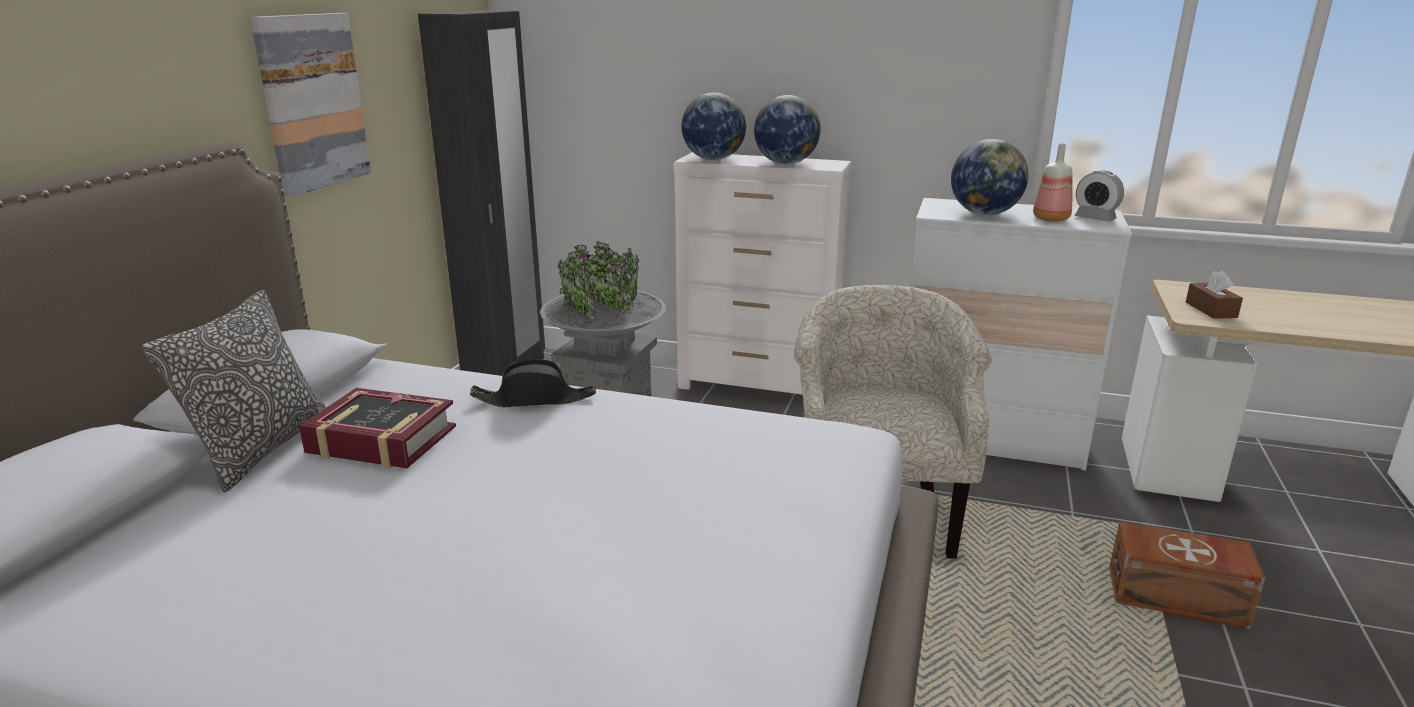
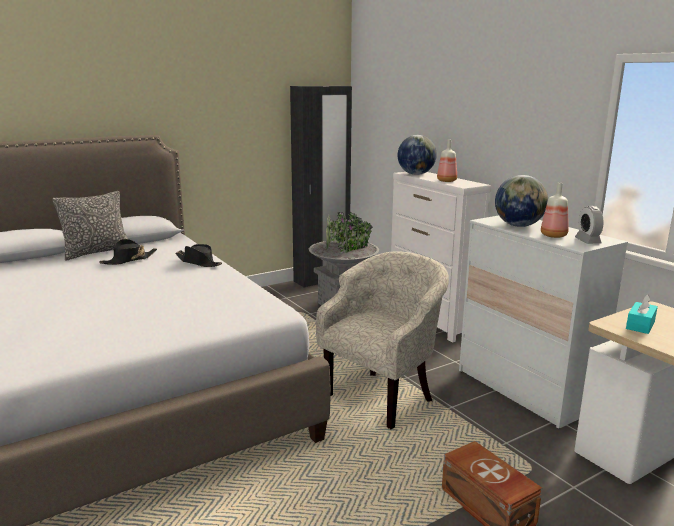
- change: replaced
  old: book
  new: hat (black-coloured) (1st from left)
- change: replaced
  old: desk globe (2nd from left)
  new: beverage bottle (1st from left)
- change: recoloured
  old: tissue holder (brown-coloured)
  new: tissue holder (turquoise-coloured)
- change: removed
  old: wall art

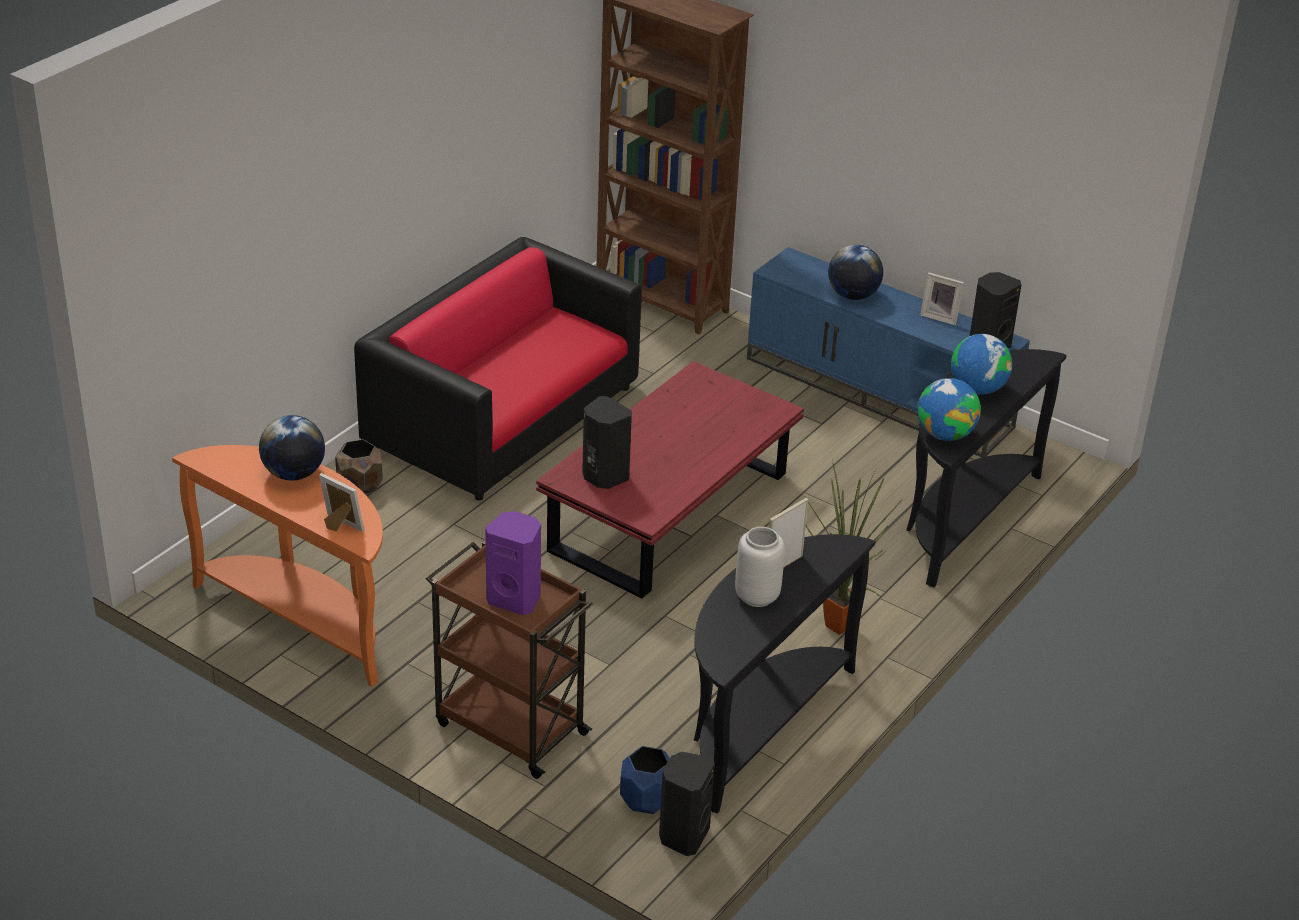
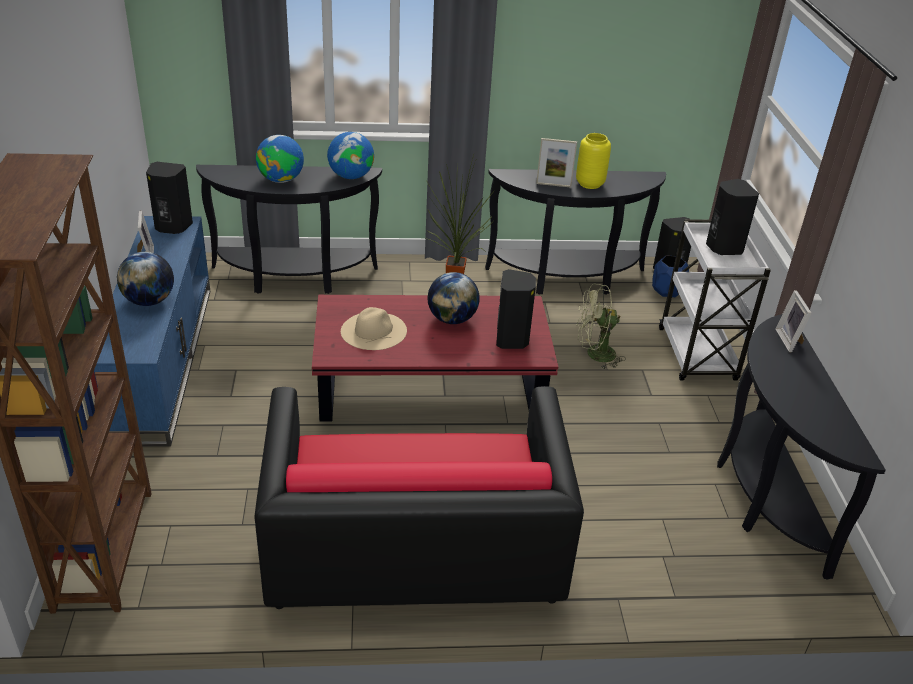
- change: added
  new: hat (beige-coloured)
- change: moved
  old: desk globe (1st from left in the first image)
  new: desk globe (4th from left)
- change: recoloured
  old: flower vase (gray)
  new: flower vase (yellow-coloured)
- change: added
  new: fan (greenish)
- change: recoloured
  old: cart (brown-coloured)
  new: cart (white)
- change: recoloured
  old: audio speaker (purplish)
  new: audio speaker (black-coloured) (4th from left)
- change: recoloured
  old: console table (orange)
  new: console table (black-coloured) (3rd from left)
- change: removed
  old: flower pot (brown-coloured)

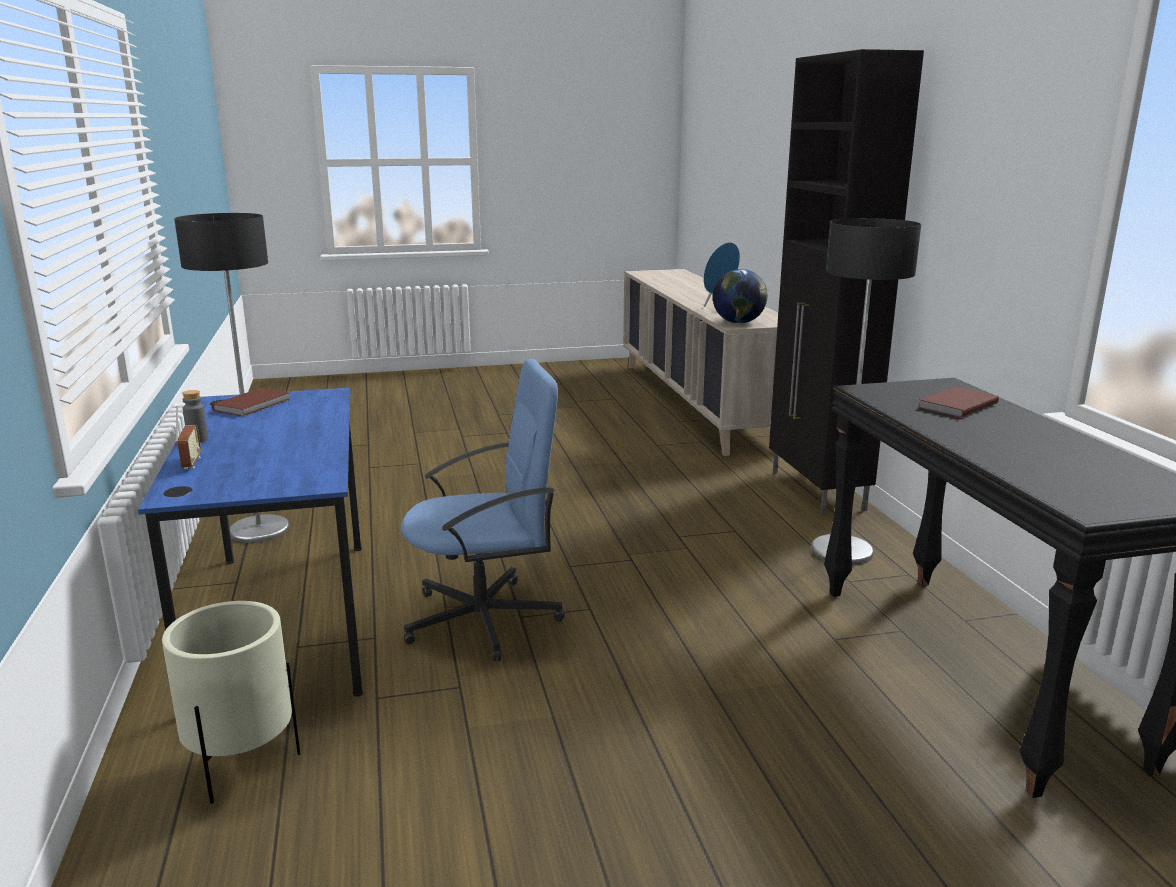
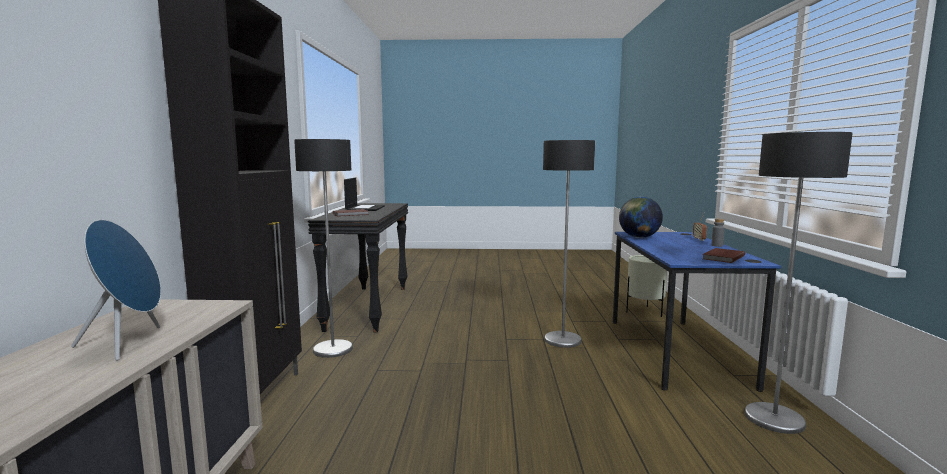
- change: added
  new: notebook computer
- change: replaced
  old: desk chair (blue-coloured)
  new: standard lamp (2nd from left)
- change: moved
  old: desk globe

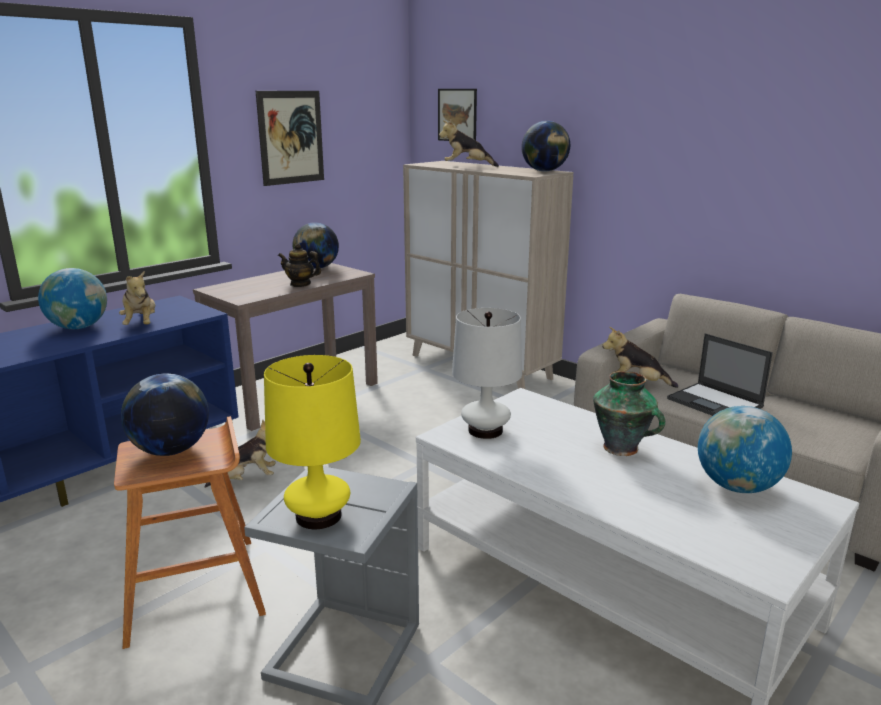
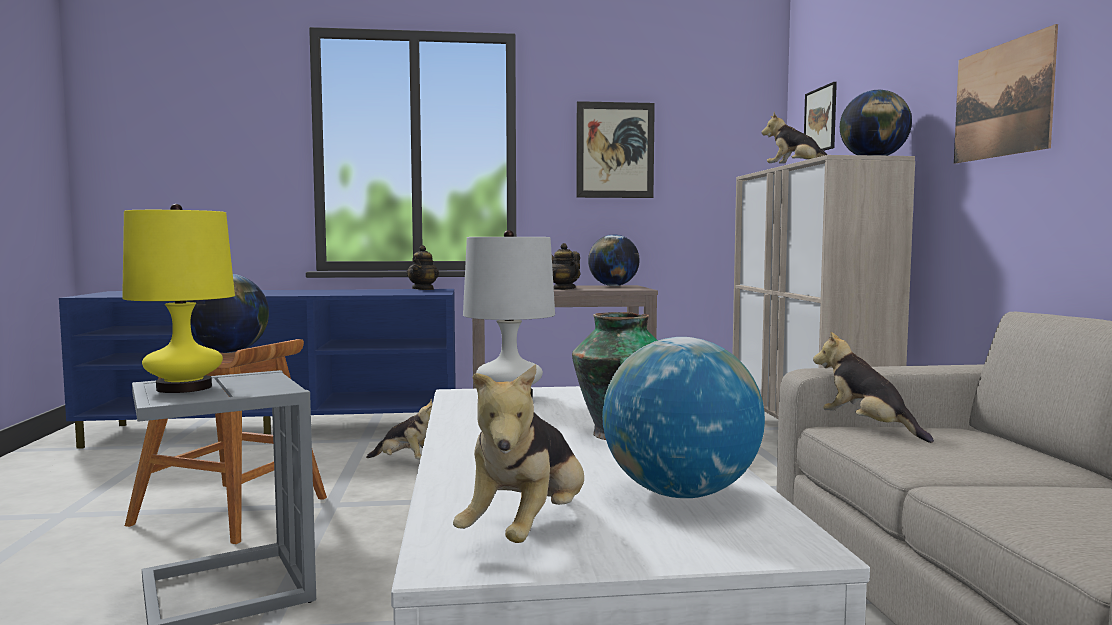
- change: added
  new: pot for tea (1st from left)
- change: moved
  old: plush toy (1st from left in the first image)
  new: plush toy (2nd from left)
- change: added
  new: wall art (3rd from left)
- change: removed
  old: desk globe (1st from left)
- change: removed
  old: notebook computer

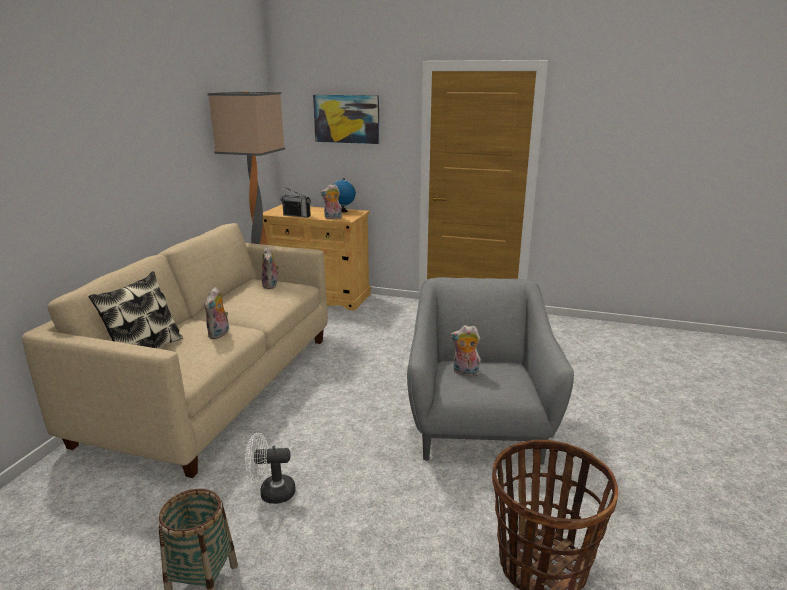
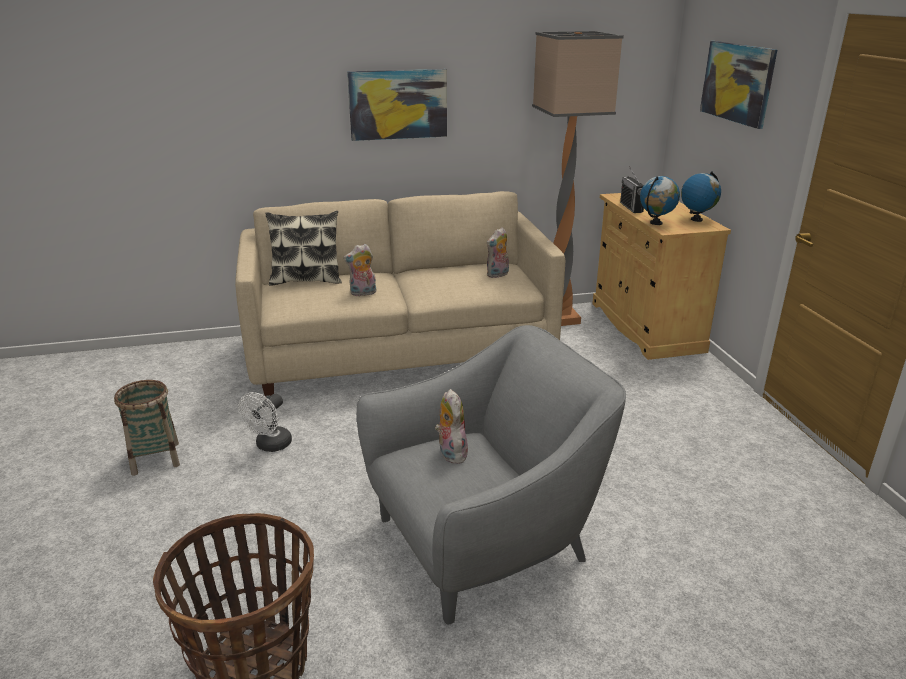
- change: turned
  old: fan (white)
  degrees: -120
- change: added
  new: wall art (1st from left)
- change: replaced
  old: plush toy (3rd from left)
  new: desk globe (1st from left)

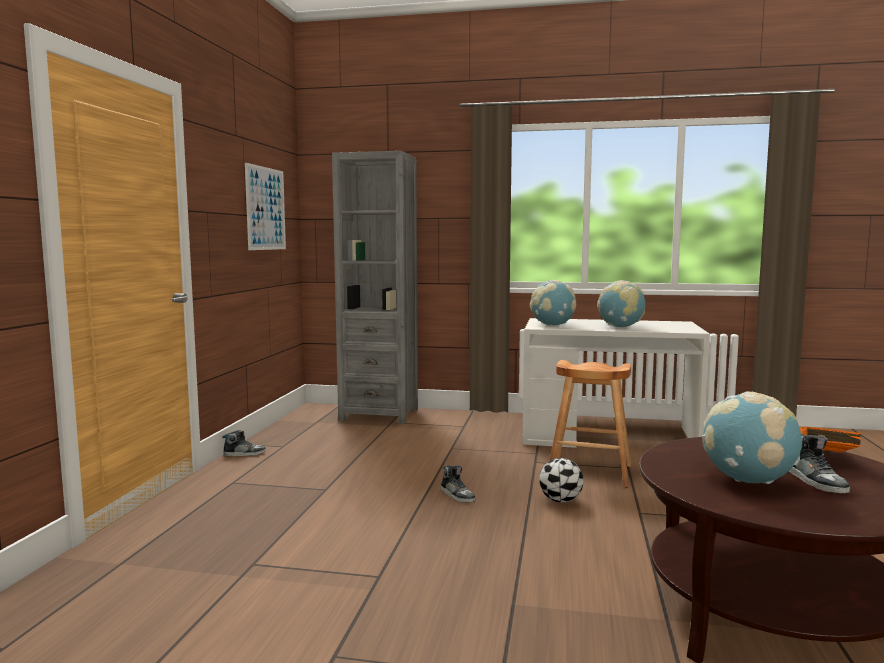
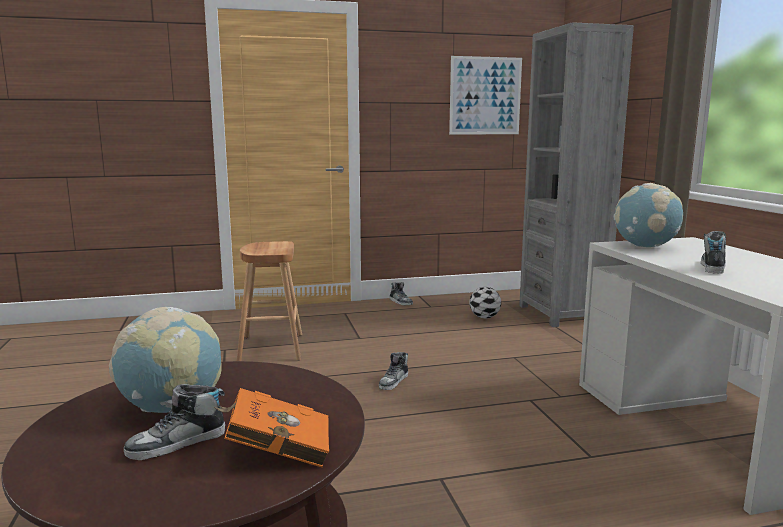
- change: moved
  old: stool (brown-coloured)
- change: moved
  old: ball for football
- change: replaced
  old: desk globe (2nd from left)
  new: item of footwear (4th from left)

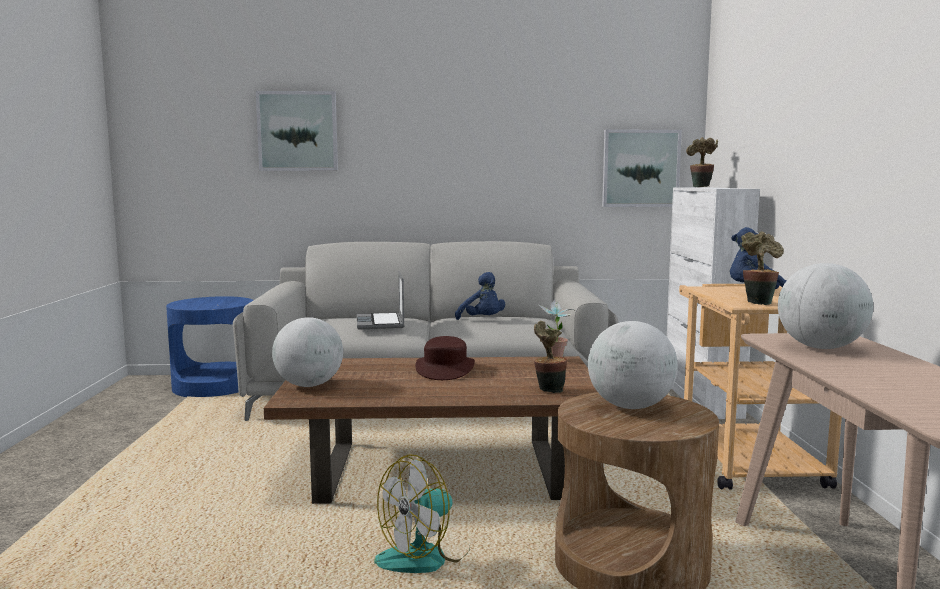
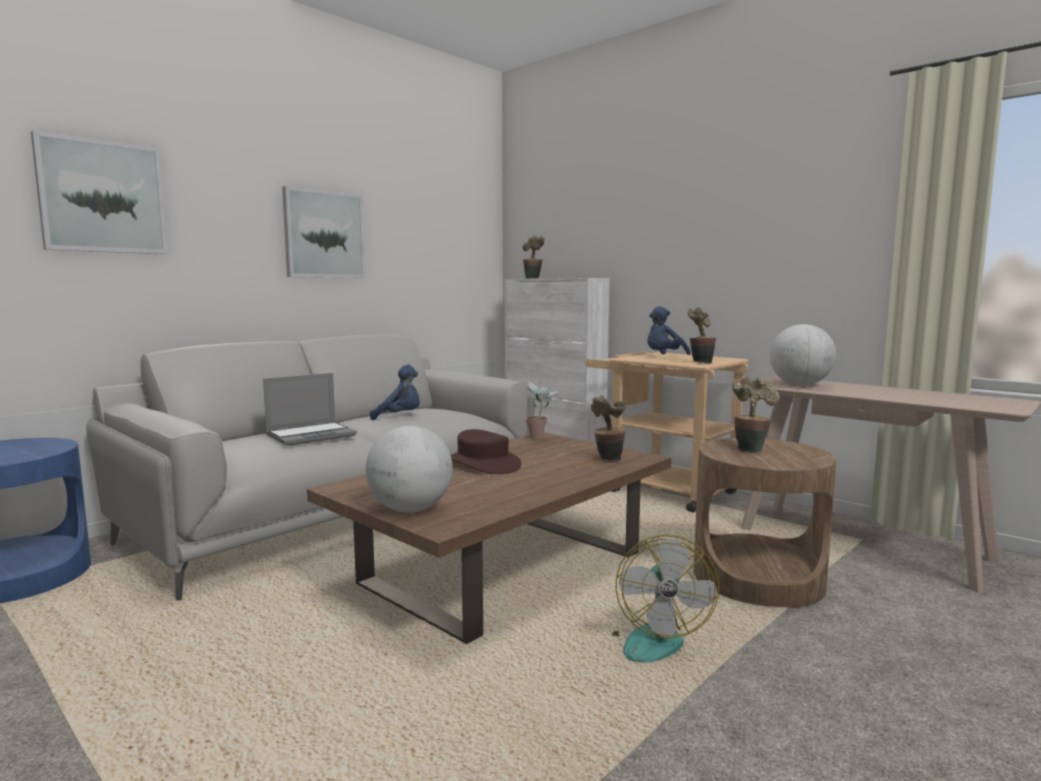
- change: turned
  old: notebook computer
  degrees: -75
- change: moved
  old: wall art (2nd from left)
- change: replaced
  old: desk globe (2nd from left)
  new: potted plant (5th from left)

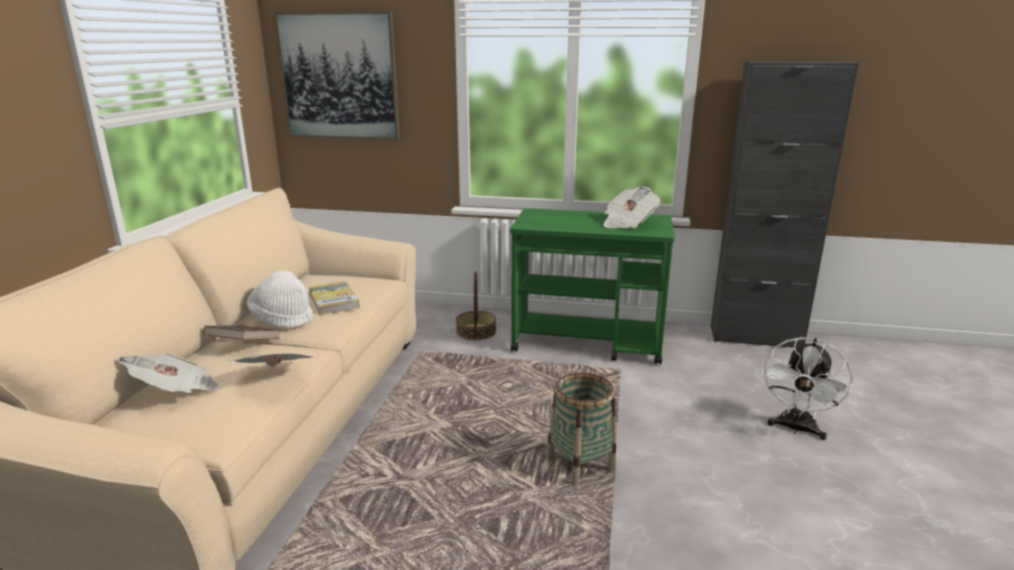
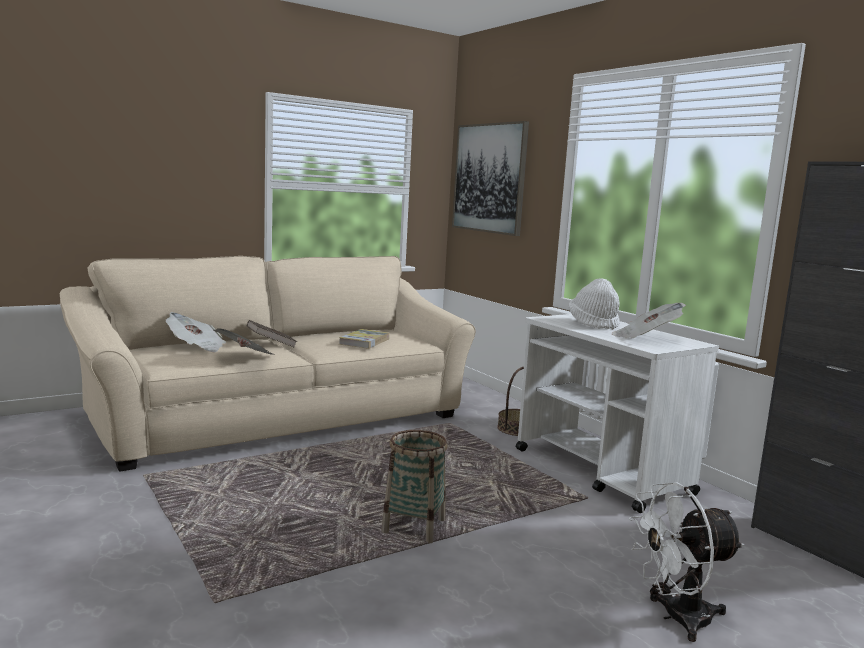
- change: recoloured
  old: cart (greenish)
  new: cart (white)
- change: moved
  old: hat (white)

